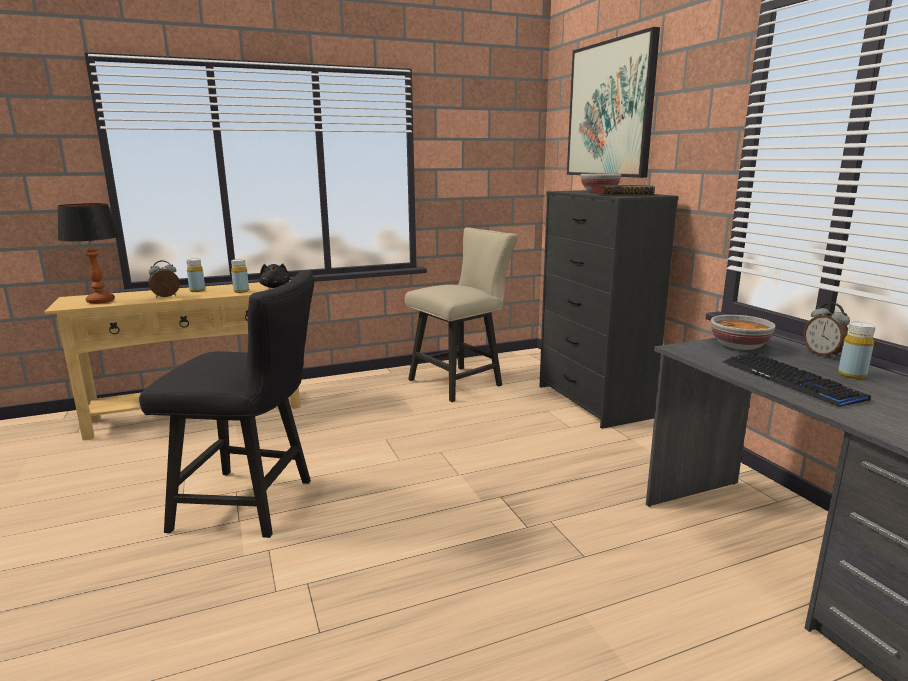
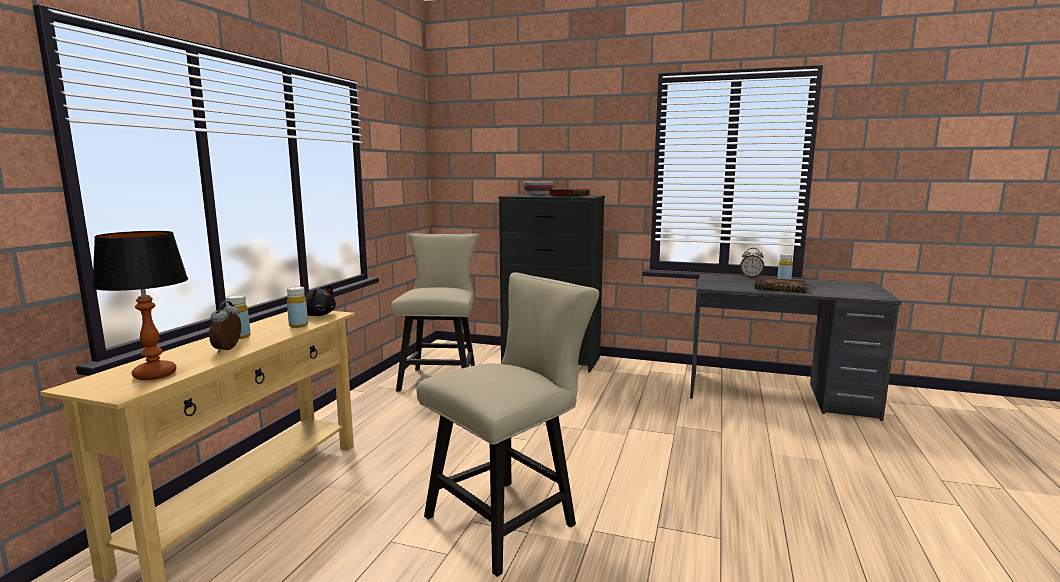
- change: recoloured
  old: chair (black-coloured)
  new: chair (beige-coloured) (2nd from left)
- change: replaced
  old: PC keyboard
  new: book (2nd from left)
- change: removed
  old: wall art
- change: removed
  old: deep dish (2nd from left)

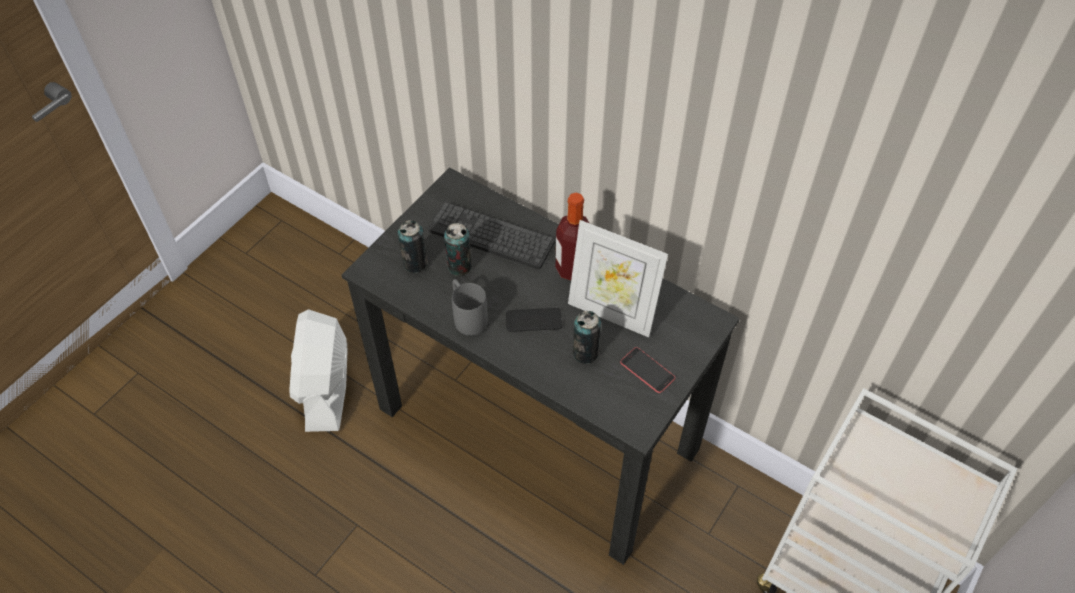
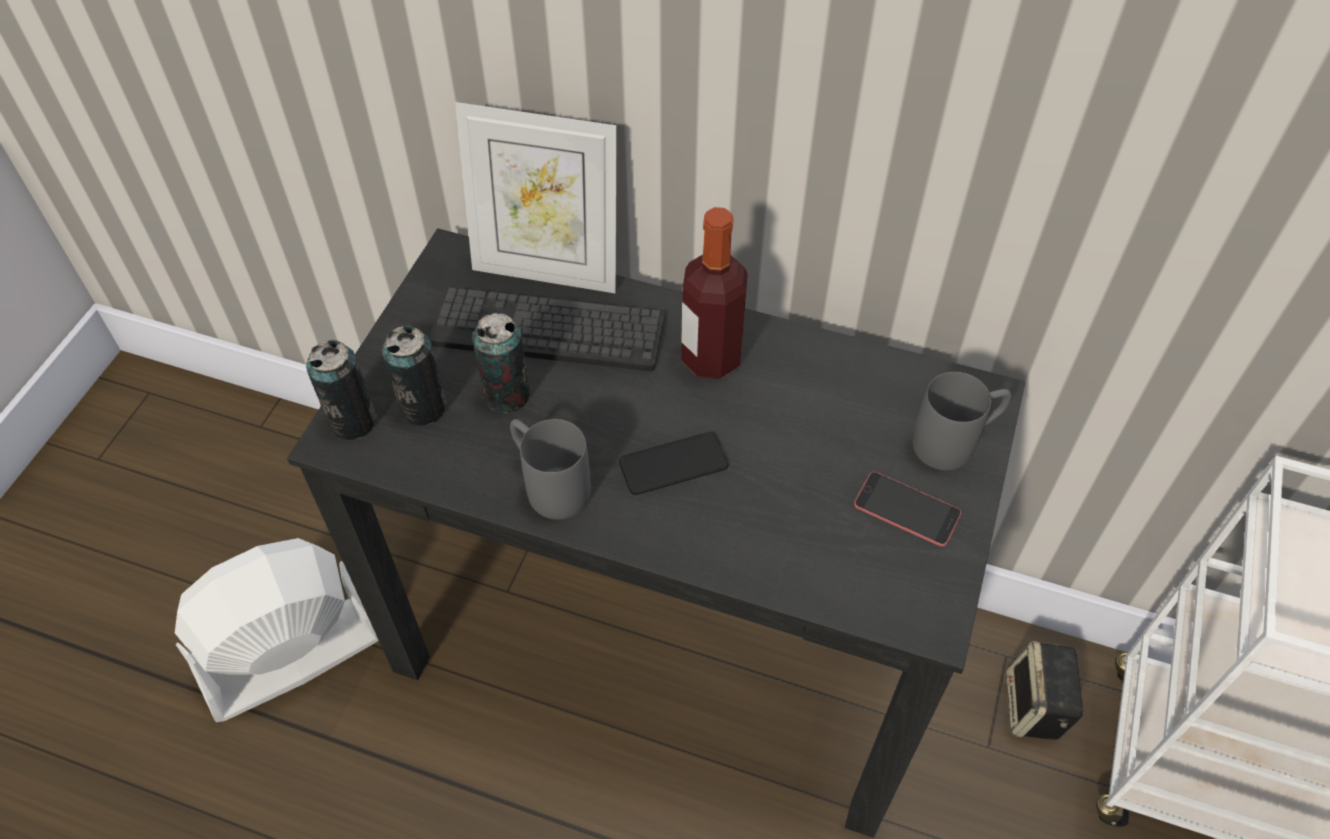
- change: turned
  old: fan (white)
  degrees: 75
- change: moved
  old: can (3rd from left in the first image)
  new: can (1st from left)
- change: moved
  old: photo frame
- change: added
  new: coffee mug (gray) (2nd from left)
- change: added
  new: audio speaker

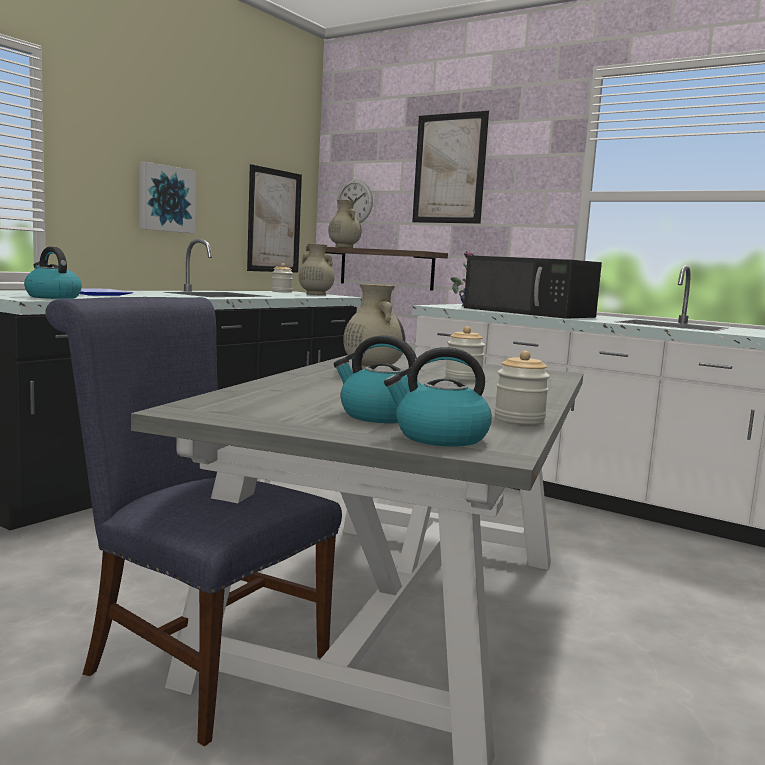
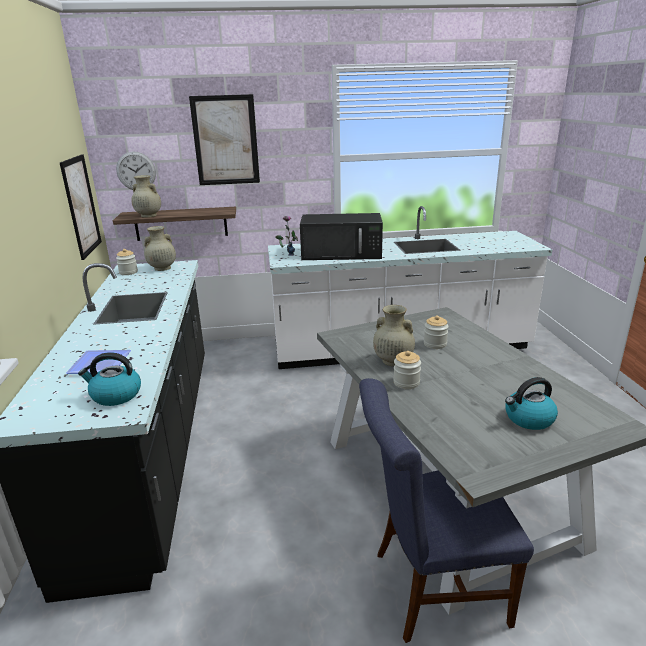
- change: moved
  old: preserve jar (3rd from left in the first image)
  new: preserve jar (2nd from left)
- change: removed
  old: wall art (1st from left)
- change: removed
  old: water kettle (3rd from left)

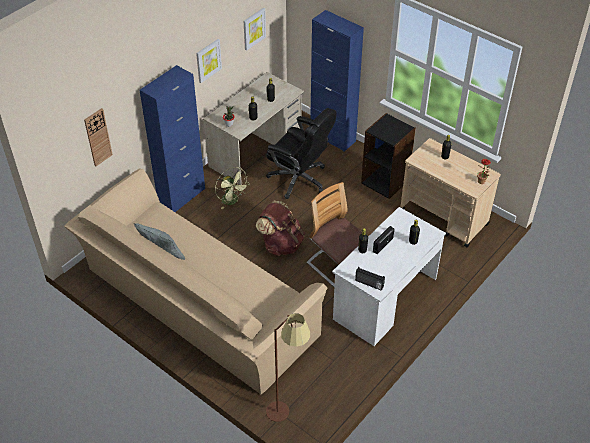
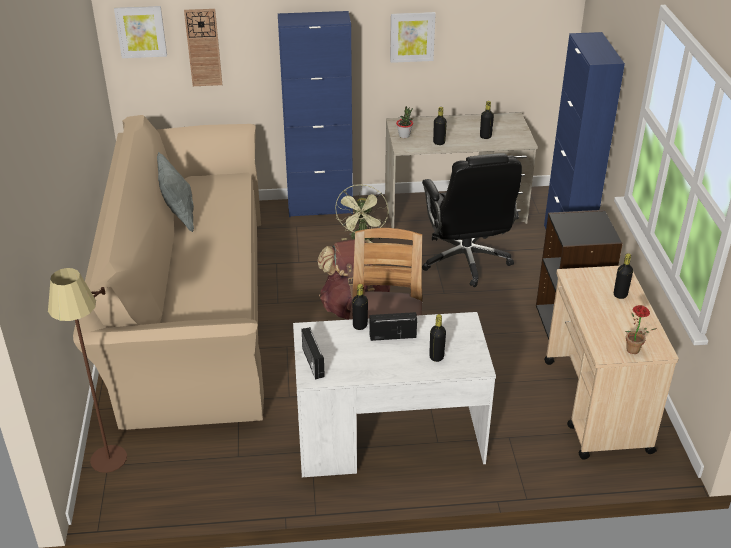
- change: moved
  old: wall art (2nd from left in the first image)
  new: wall art (1st from left)

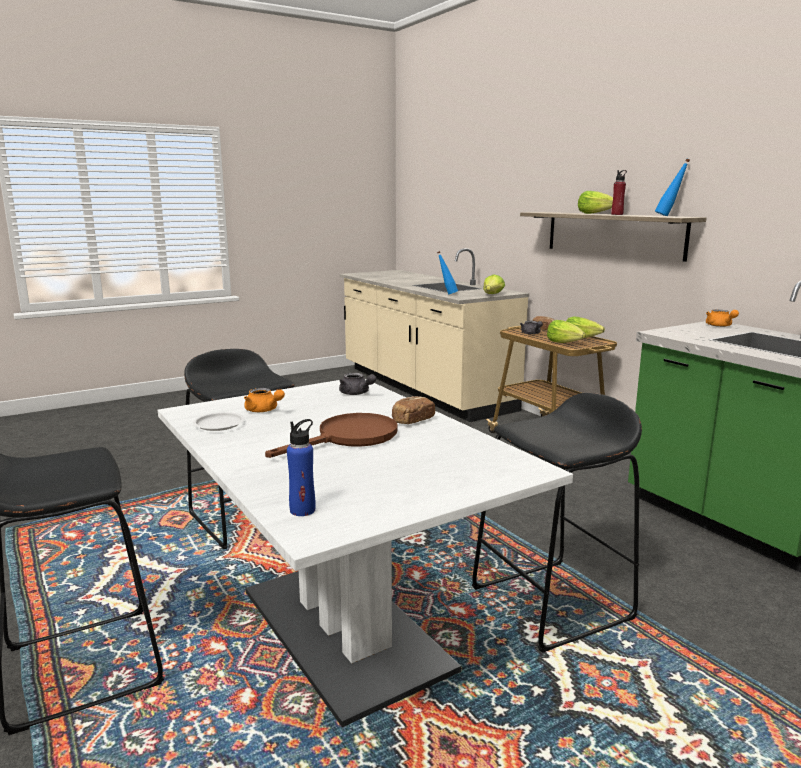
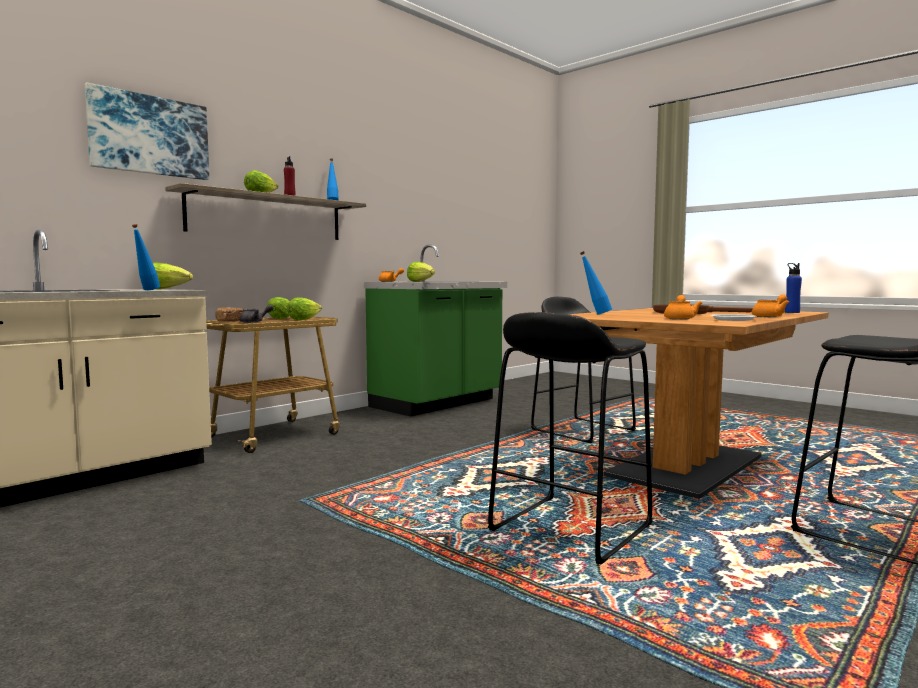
- change: added
  new: wall art
- change: added
  new: lettuce (5th from left)
- change: recoloured
  old: dining table (white)
  new: dining table (brown-coloured)
- change: replaced
  old: pot for tea (gray) (1st from left)
  new: beverage bottle (blue-coloured) (3rd from left)
- change: added
  new: pot for tea (orange) (3rd from left)
- change: removed
  old: bakery bread (1st from left)

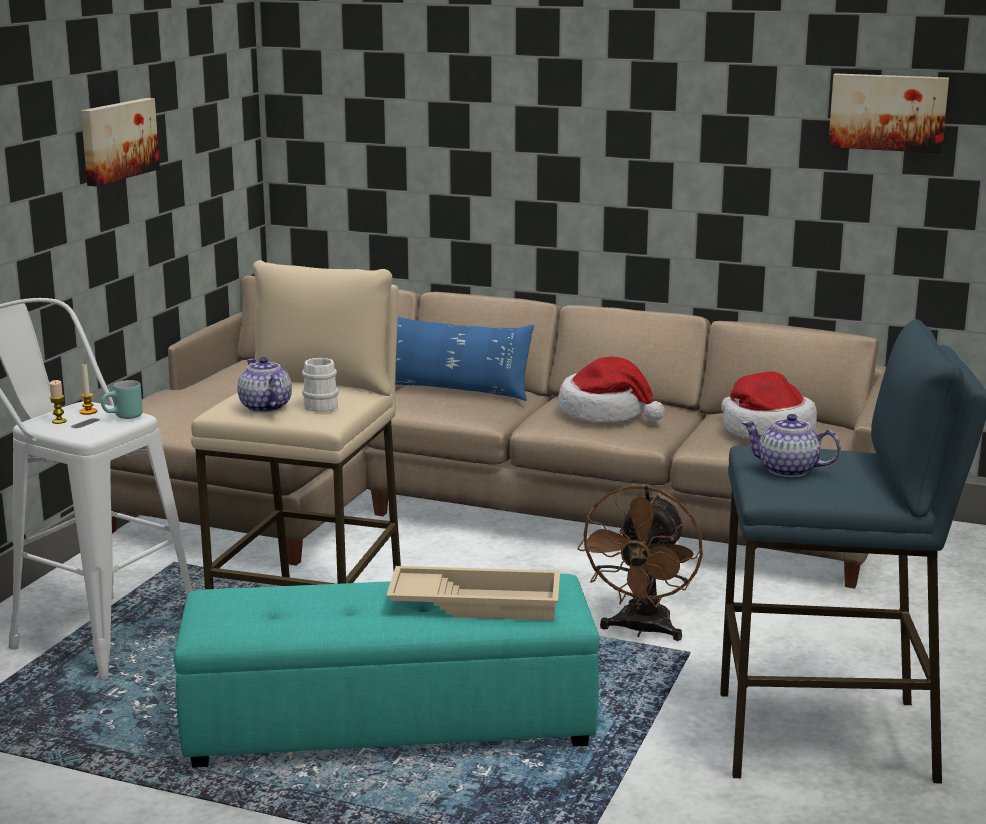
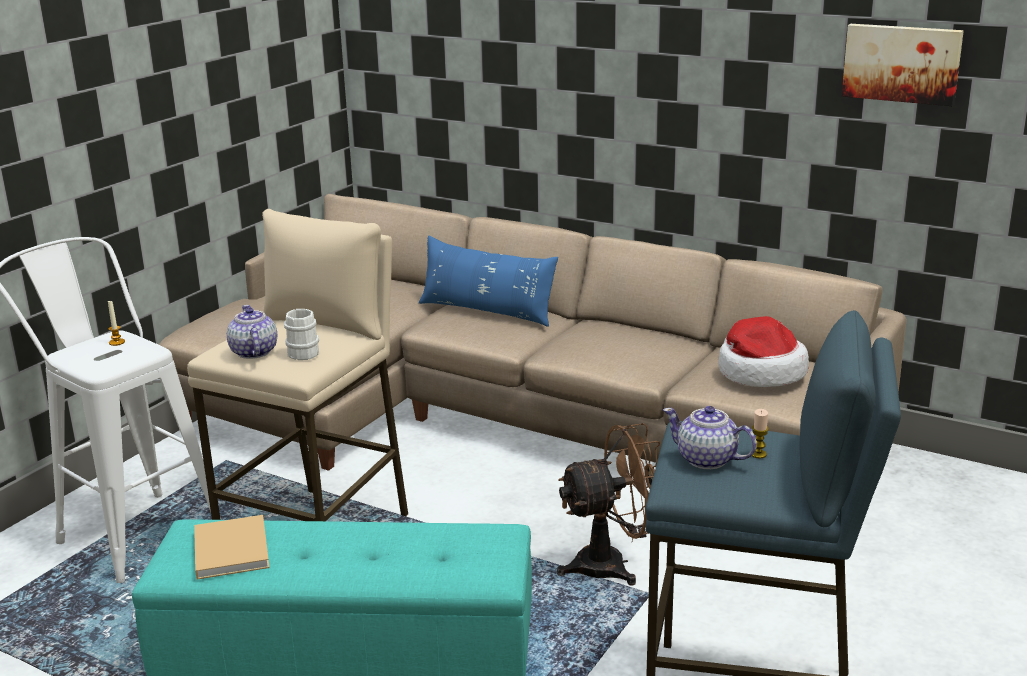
- change: added
  new: book (beige-coloured)
- change: turned
  old: fan (brown-coloured)
  degrees: -135
- change: moved
  old: wax candle (1st from left in the first image)
  new: wax candle (2nd from left)
- change: removed
  old: wall art (1st from left)
- change: removed
  old: coffee mug (turquoise-coloured)
- change: removed
  old: tray (beige-coloured)
- change: removed
  old: hat (1st from left)

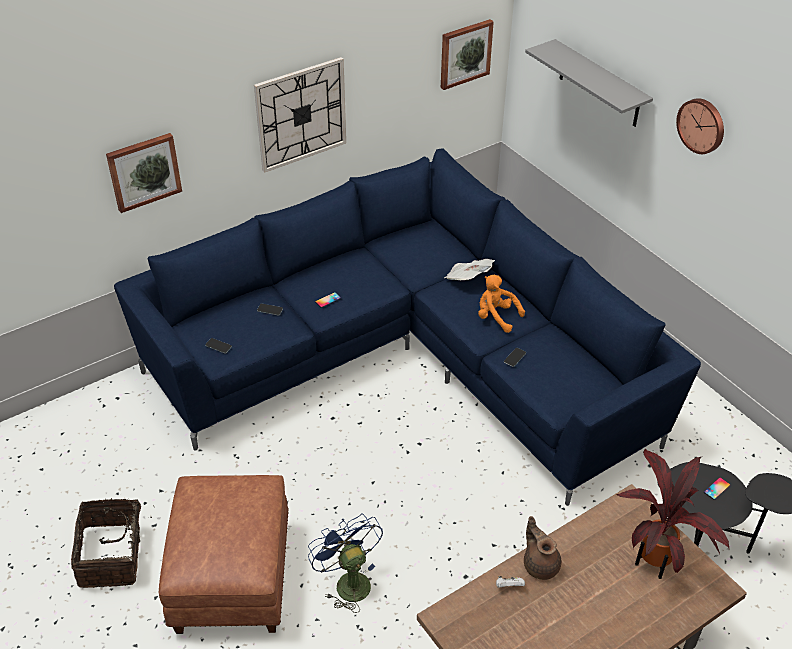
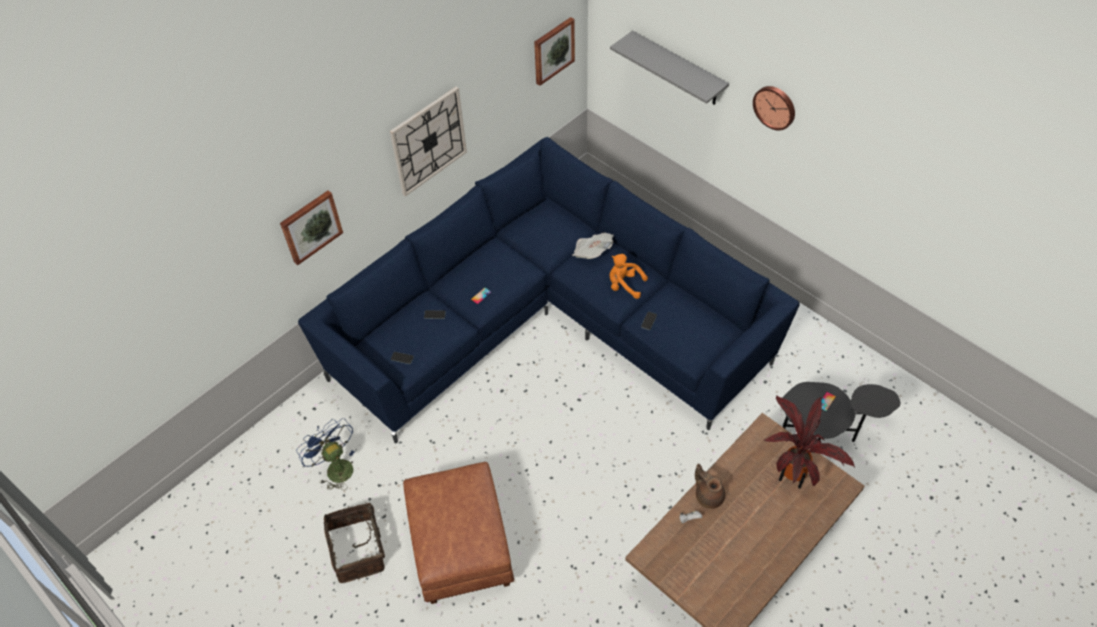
- change: moved
  old: fan (blue-coloured)

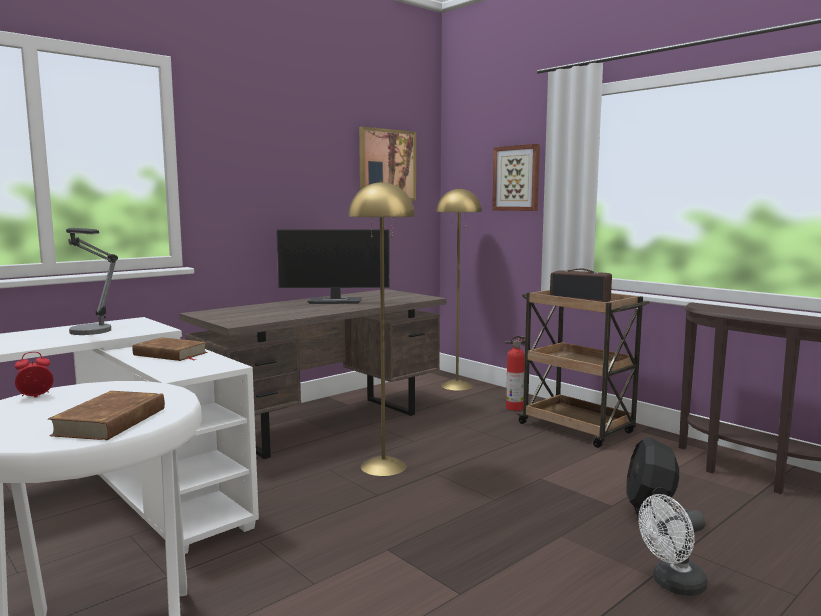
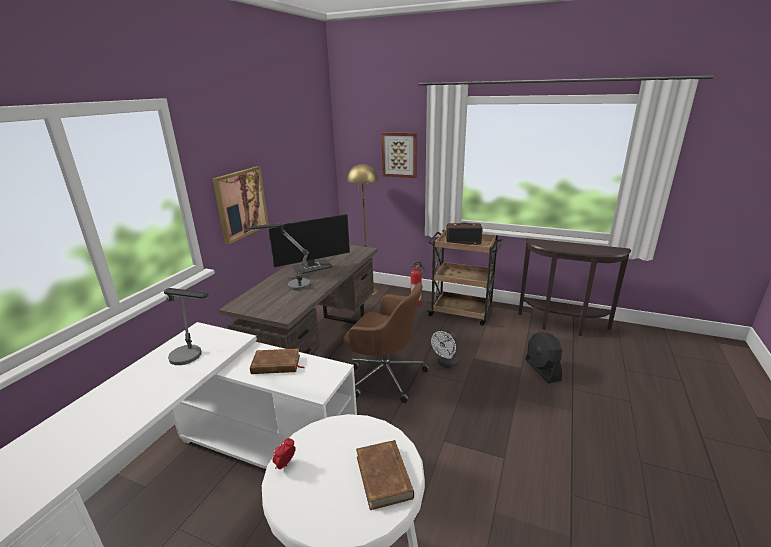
- change: moved
  old: wall art (1st from left)
- change: added
  new: table lamp (2nd from left)
- change: replaced
  old: standard lamp (yellow-coloured) (1st from left)
  new: desk chair (brown-coloured)
- change: moved
  old: fan (white)

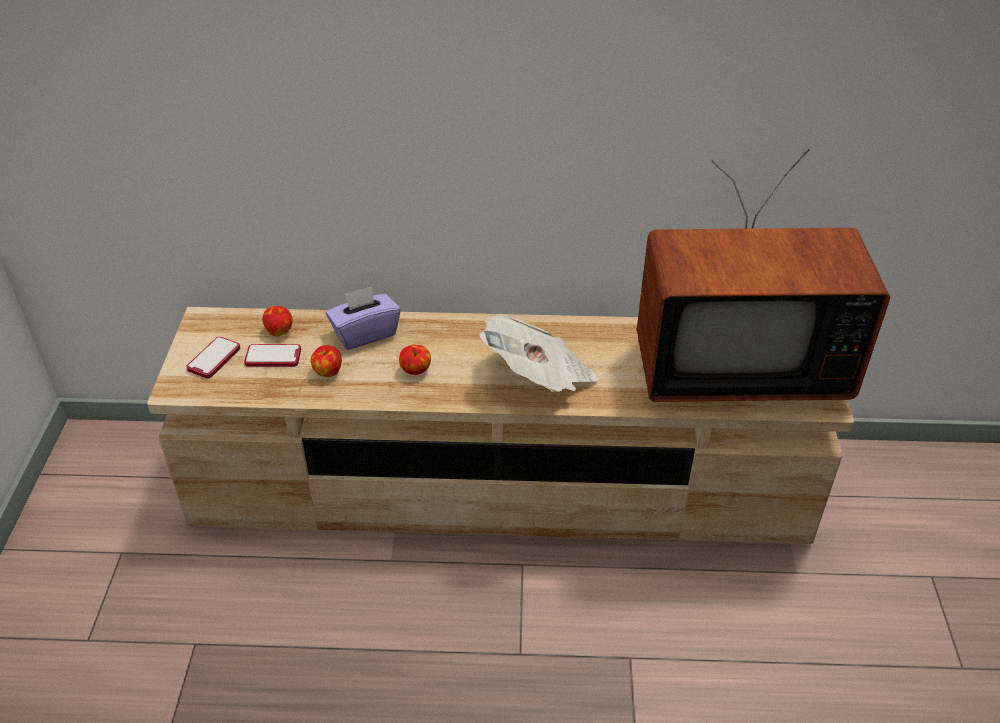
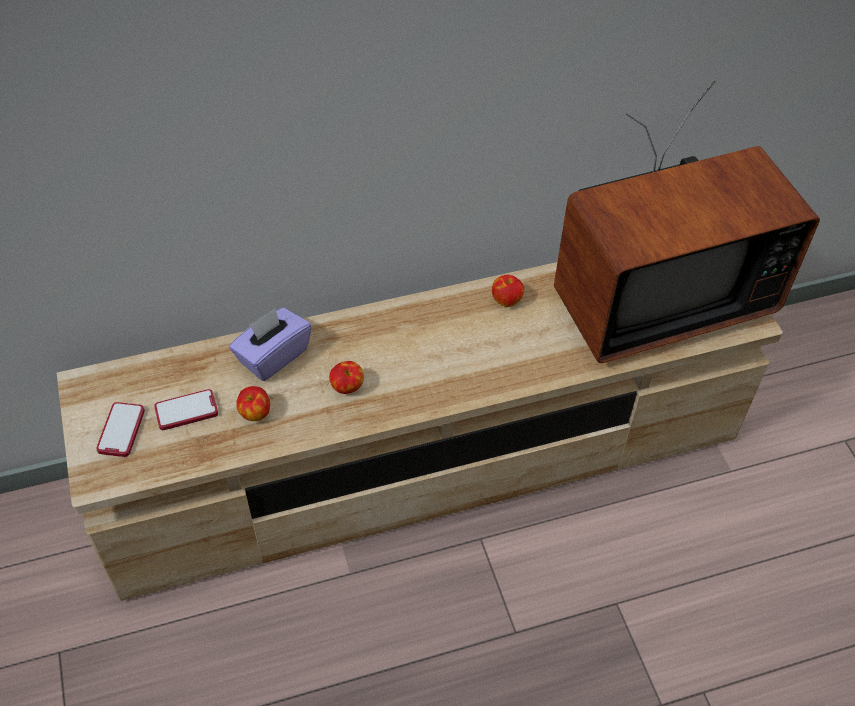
- change: moved
  old: apple fruit (1st from left in the first image)
  new: apple fruit (3rd from left)
- change: removed
  old: daily paper

